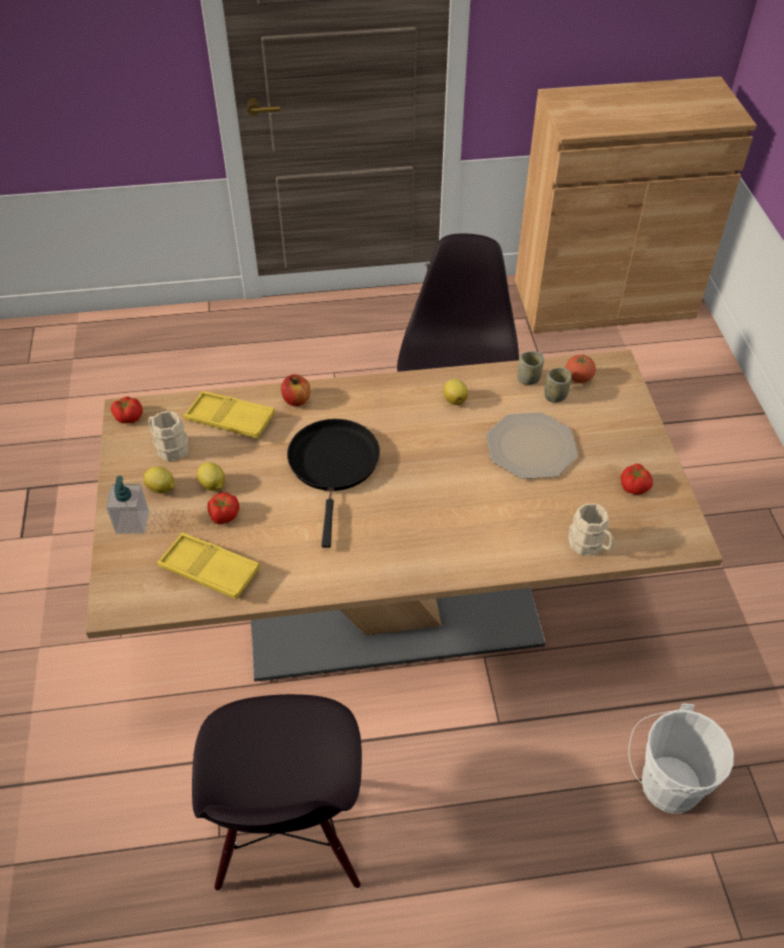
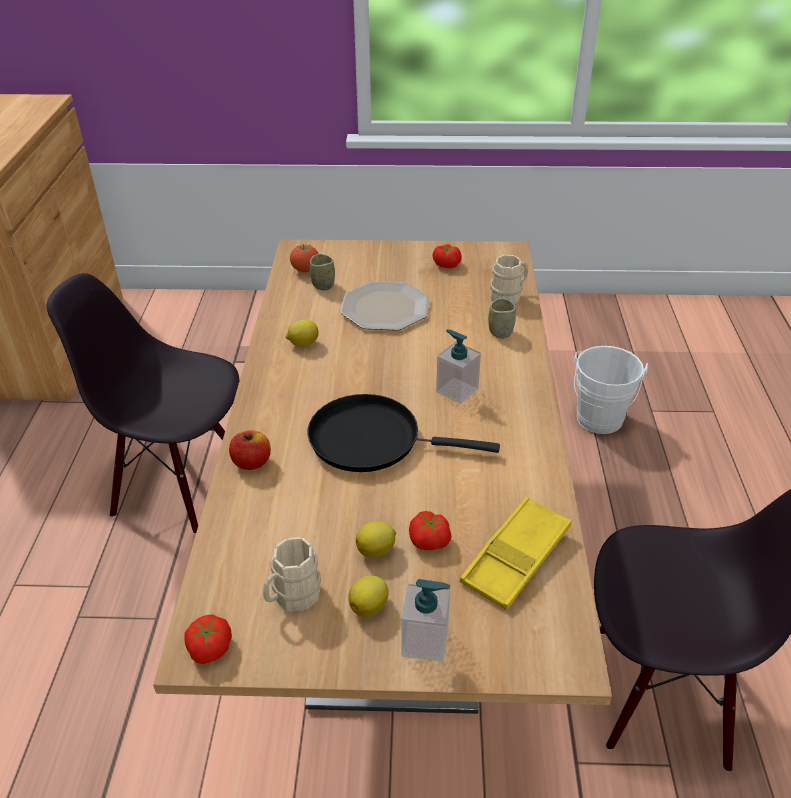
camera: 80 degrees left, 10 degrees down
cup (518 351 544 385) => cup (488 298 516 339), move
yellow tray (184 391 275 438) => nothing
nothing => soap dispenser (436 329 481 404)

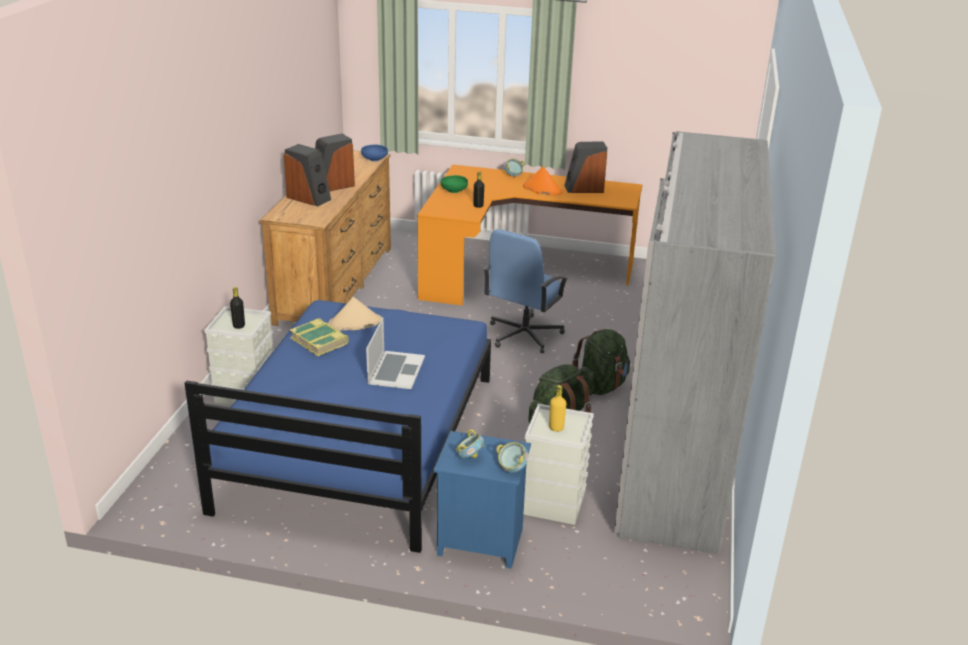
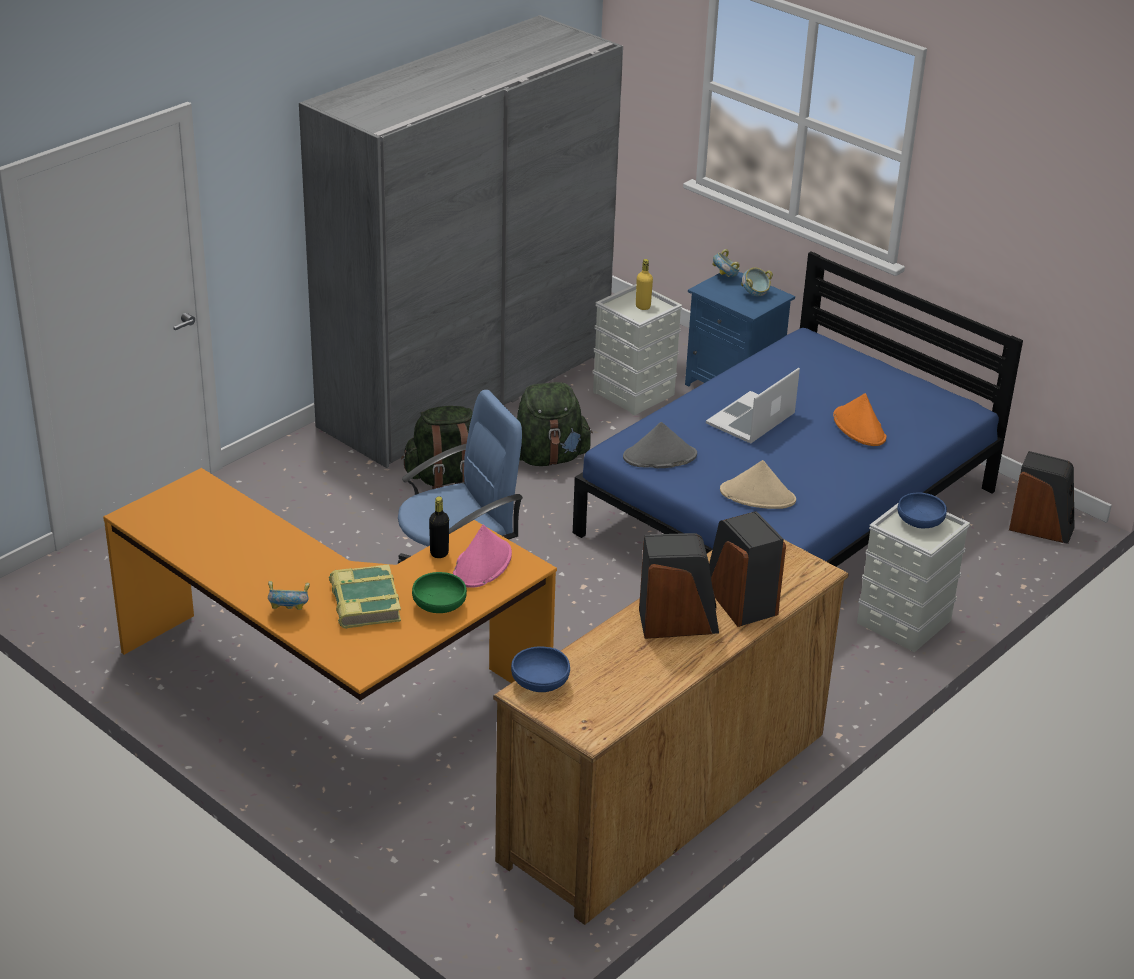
camera: 150 degrees left, 5 degrees up
speaker (564 141 607 193) => speaker (1009 451 1074 544), move
orange hat (523 166 563 195) => orange hat (833 393 886 446), move
black bottle (230 287 245 329) => blue bowl (897 493 947 528)
book (290 318 349 356) => book (329 564 401 629), move
nothing => grey hat (623 422 697 468)
nothing => pink hat (453 525 512 588)

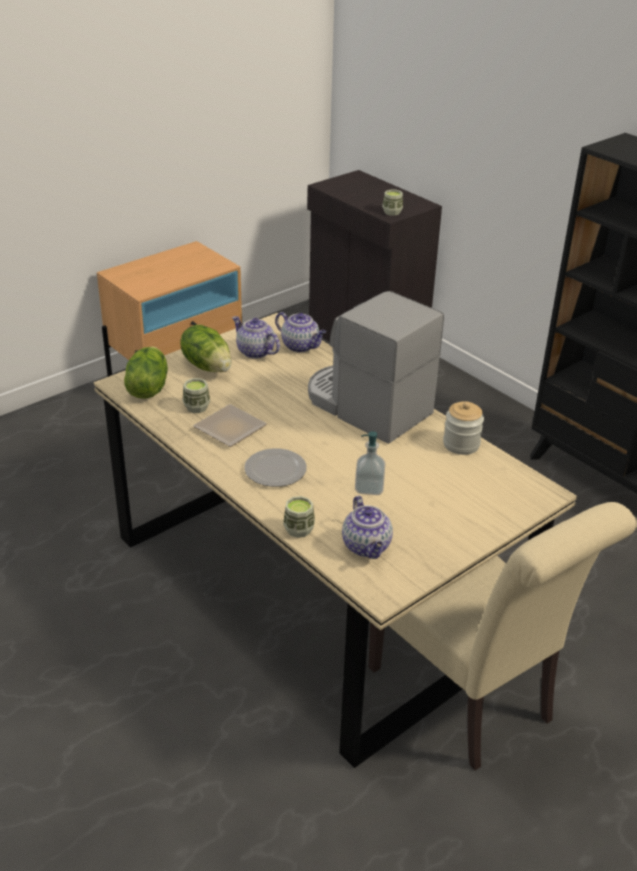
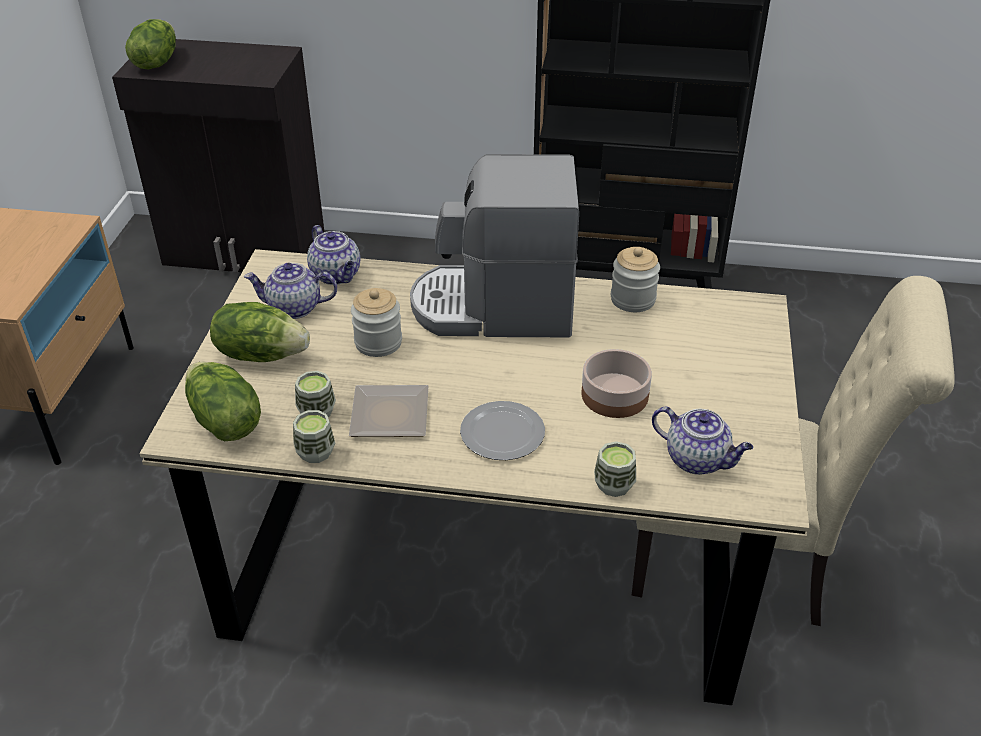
camera: 40 degrees left, 5 degrees up
cup (382 189 403 216) => cup (293 410 335 463), move
teapot (275 312 326 352) => teapot (307 225 360 285), 60 degrees clockwise
soap dispenser (355 431 385 495) => bowl (582 349 652 418)
nothing => lettuce (125 19 176 70)
nothing => jar (351 288 402 357)

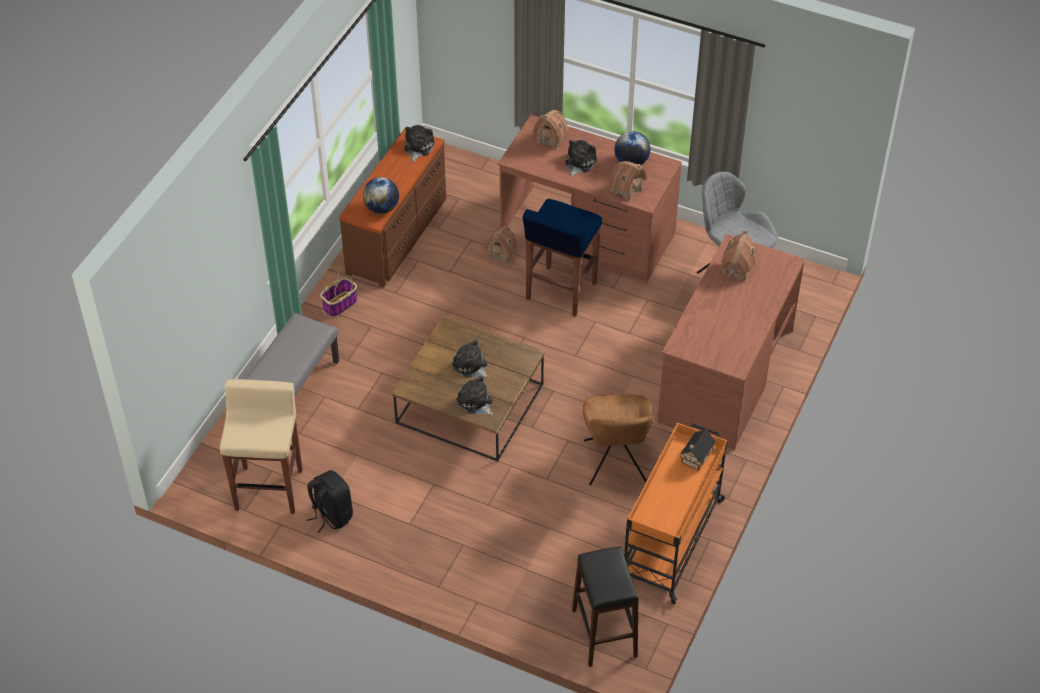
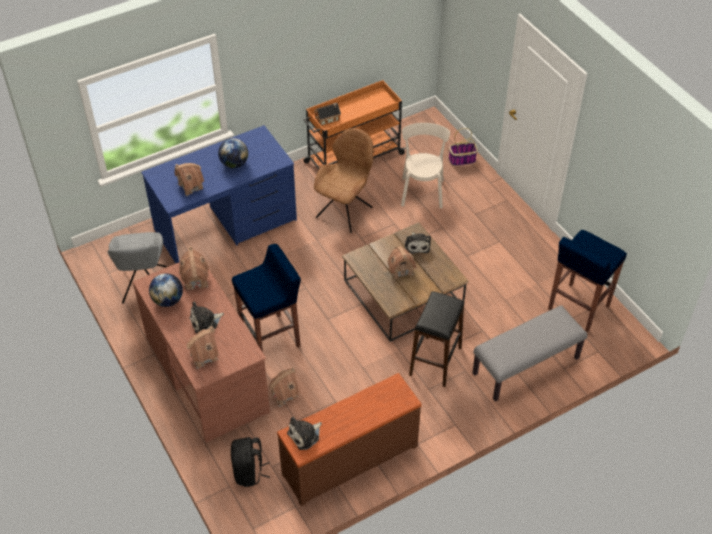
camera: 145 degrees left, 0 degrees up
globe (363 177 399 214) => globe (218 138 248 168), move
brown desk (657 234 805 450) => blue desk (141 125 297 263)
basket (320 265 358 317) => basket (449 128 478 166), move
plush toy (452 340 489 378) => toy house (388 246 417 280)
beige stool (220 379 303 514) => blue stool (548 230 627 332)
black backpack (307 470 353 533) => black backpack (231 437 270 487), move
black stool (572 546 639 667) => black stool (409 291 464 387), move
nothing => beige chair (401 123 450 208)

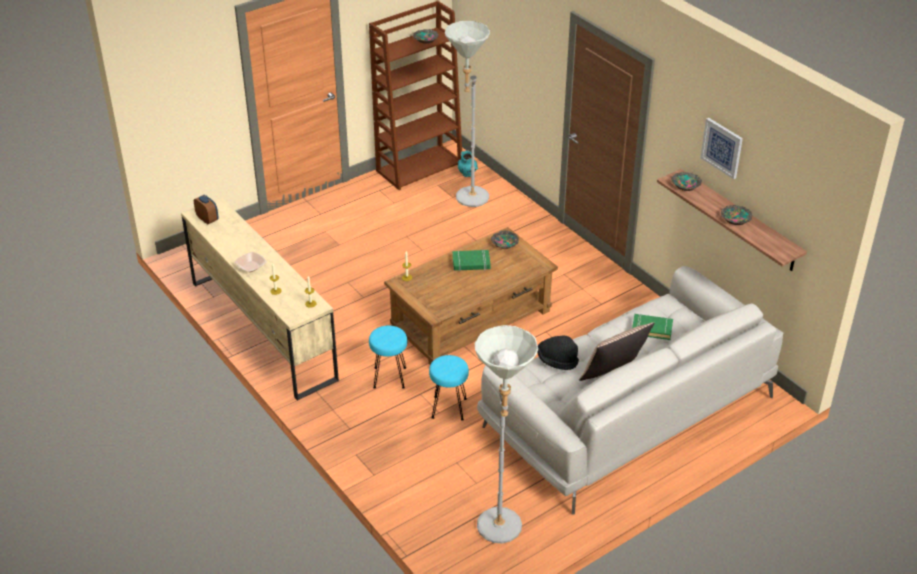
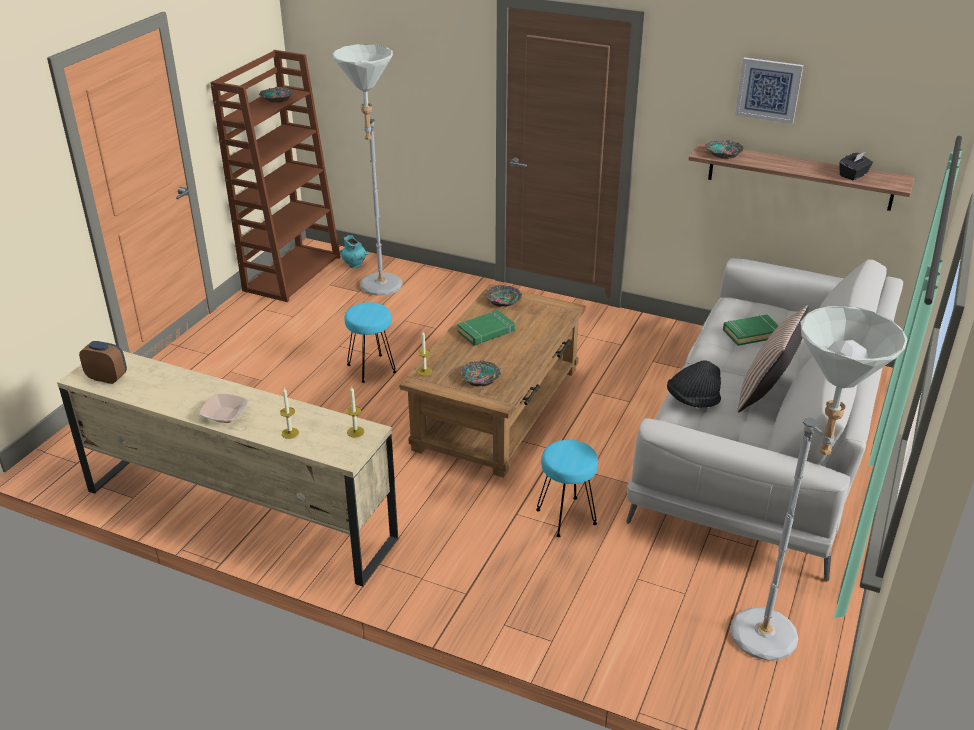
camera: 30 degrees left, 5 degrees down
bowl (721 205 753 225) => bowl (460 360 501 386), move
turquoise stool (369 325 407 389) => turquoise stool (344 302 396 383), move
nothing => black tissue box (839 152 873 180)

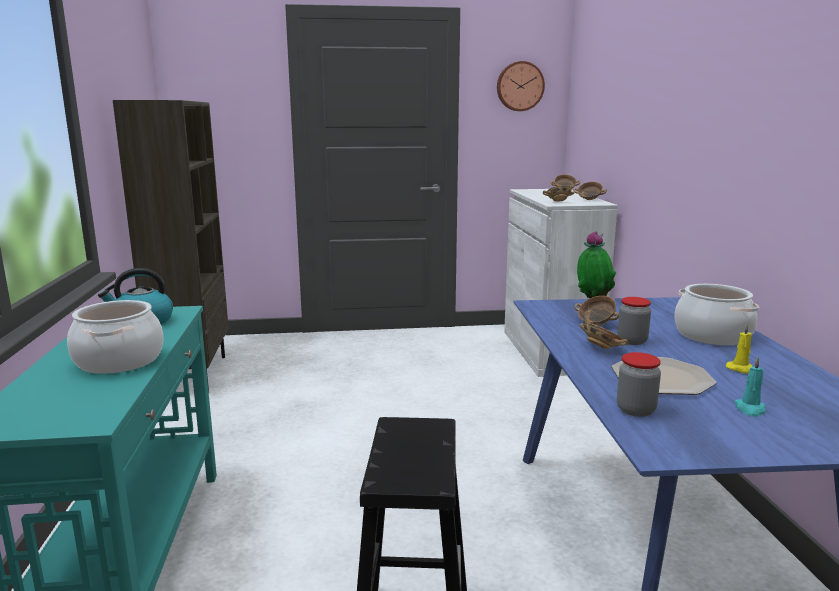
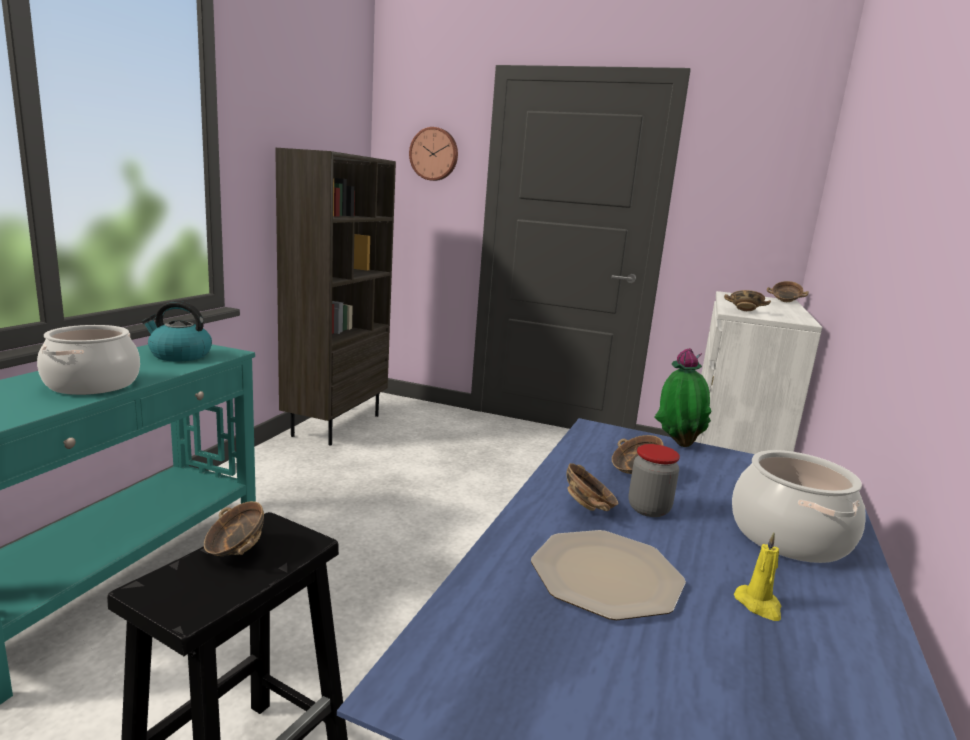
camera: 25 degrees right, 0 degrees up
wall clock (497 61 545 111) => wall clock (409 127 458 181), move
bowl (573 182 607 200) => bowl (204 501 264 556), move
jar (617 352 661 417) => nothing
turquoise candle (734 357 766 417) => nothing

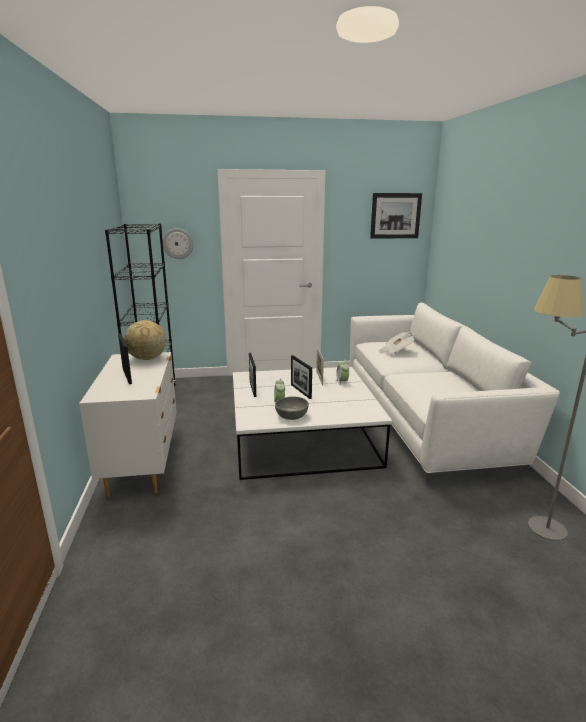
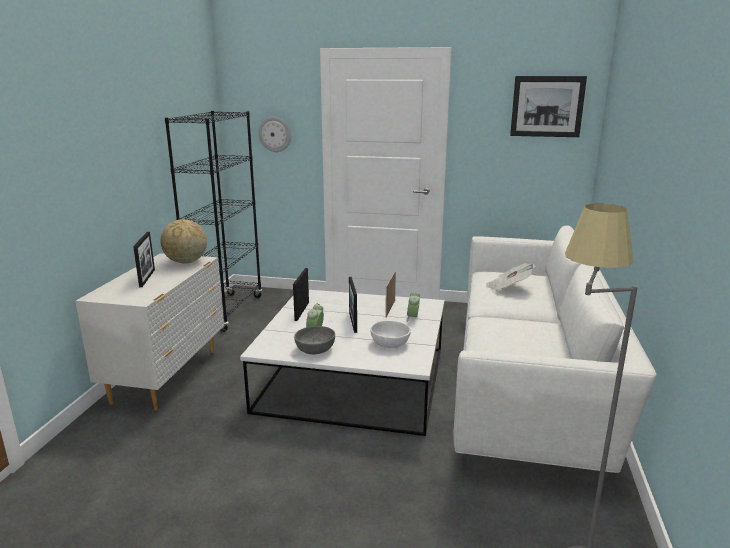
camera: 20 degrees right, 0 degrees up
nothing => white bowl (370 321 411 348)

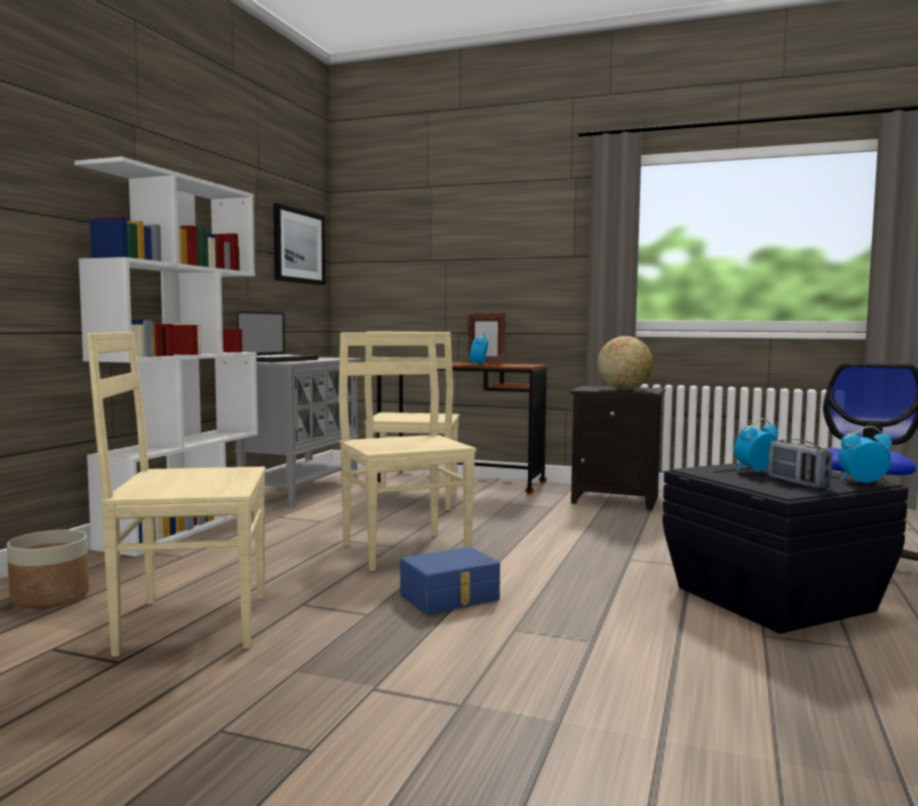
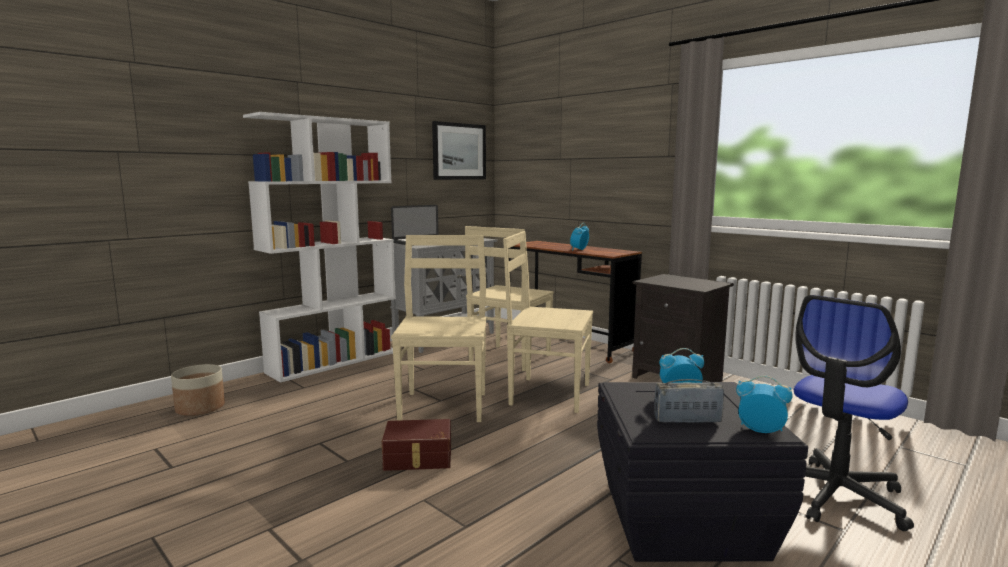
camera: 25 degrees right, 5 degrees up
picture frame (467 312 506 365) => nothing
beige chair (86 332 266 656) => beige chair (503 231 593 413), move
globe (598 336 653 390) => nothing
radio (768 439 832 488) => radio (655 379 724 423), 90 degrees clockwise
blue storage box (400 547 500 615) => brown storage box (382 419 451 471)

